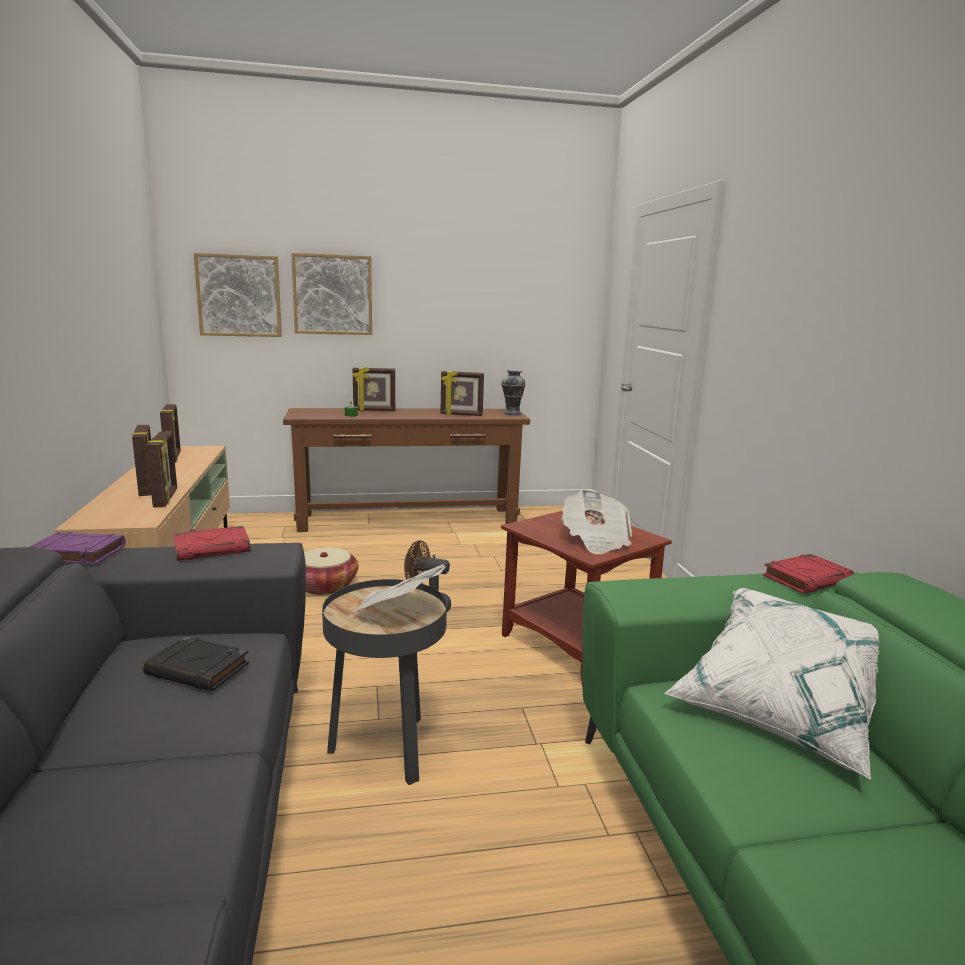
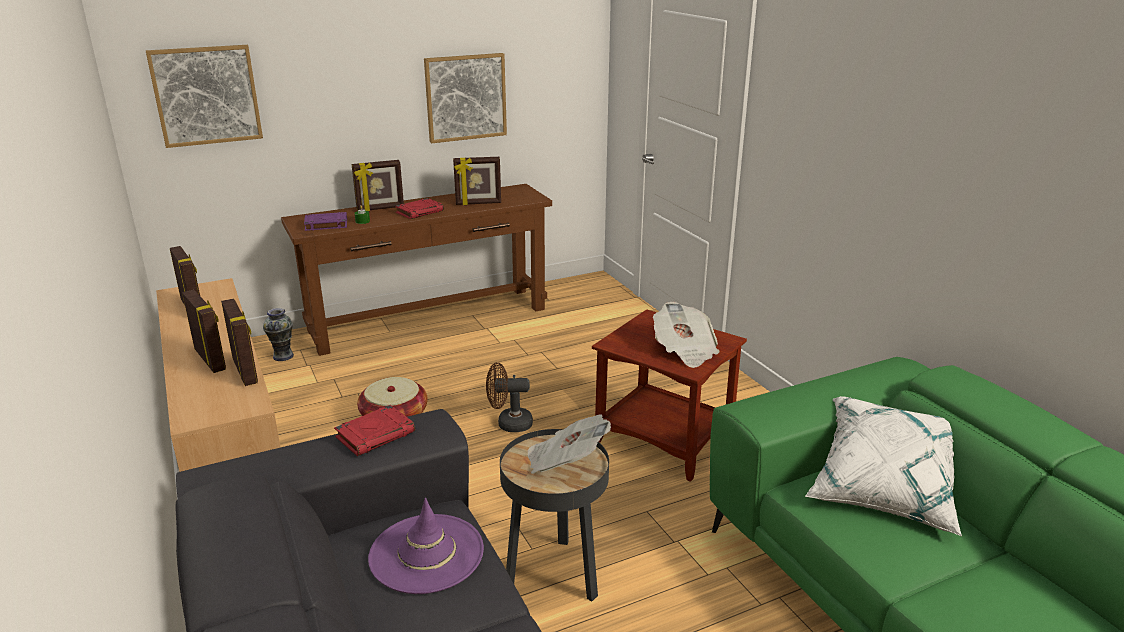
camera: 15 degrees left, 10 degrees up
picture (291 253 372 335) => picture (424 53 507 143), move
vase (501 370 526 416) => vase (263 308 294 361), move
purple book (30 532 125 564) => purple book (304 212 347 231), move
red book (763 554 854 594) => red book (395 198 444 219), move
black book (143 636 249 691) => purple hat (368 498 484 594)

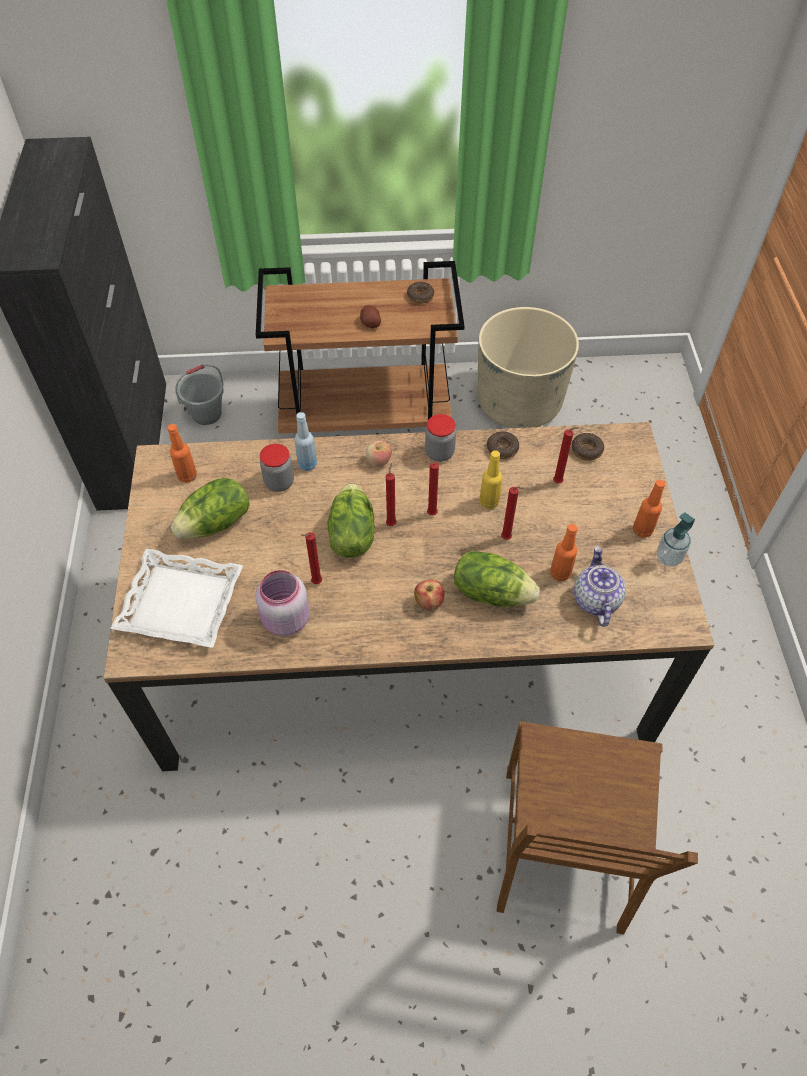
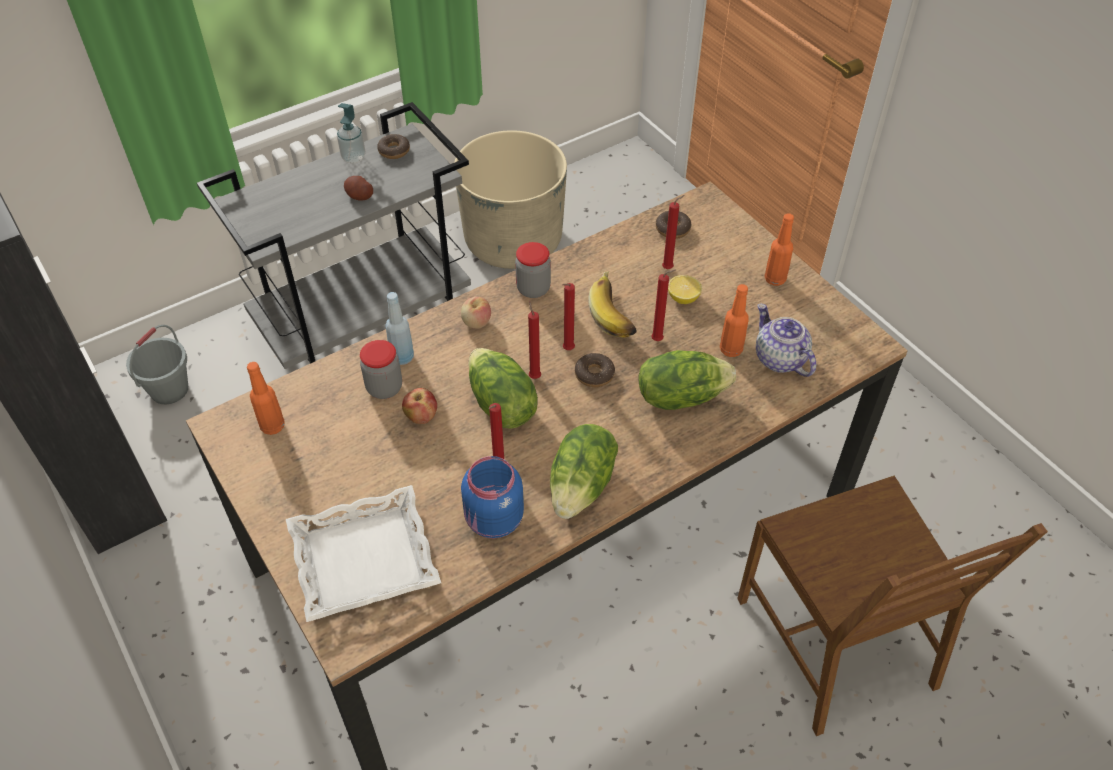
camera: 30 degrees left, 5 degrees down
brown cart (256 261 465 434) => grey cart (197 102 471 369)
donut (487 431 519 459) => donut (575 353 615 387), move
yellow bottle (479 450 502 509) => banana (588 271 637 338)
lettuce (171 478 250 539) => lettuce (550 424 618 519), move
soap dispenser (657 512 695 567) => soap dispenser (337 103 366 163), move
pink jar (256 570 310 636) => blue jar (461 456 524 539)
apple (414 580 445 610) => apple (402 388 437 424), move
nothing => lemon (668 275 702 304)

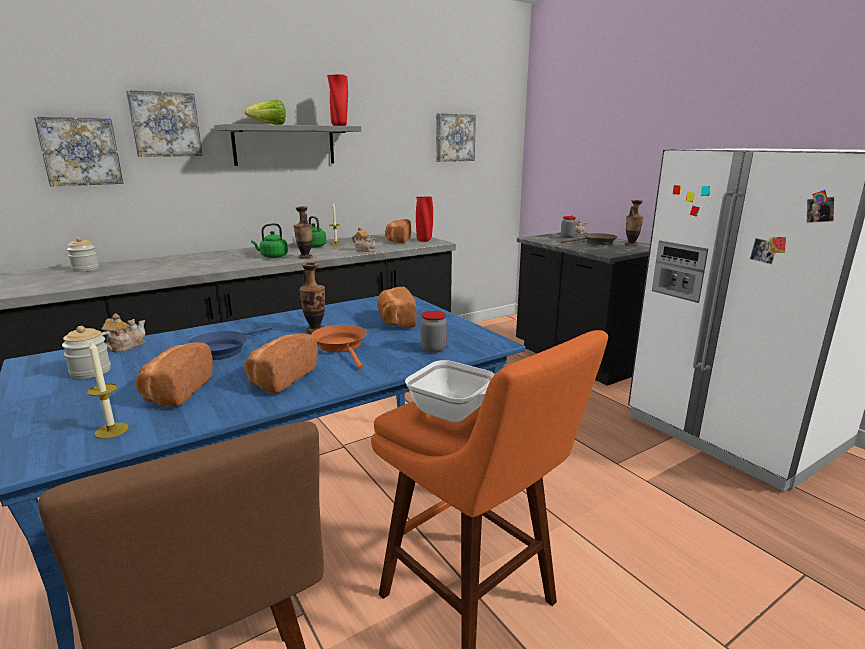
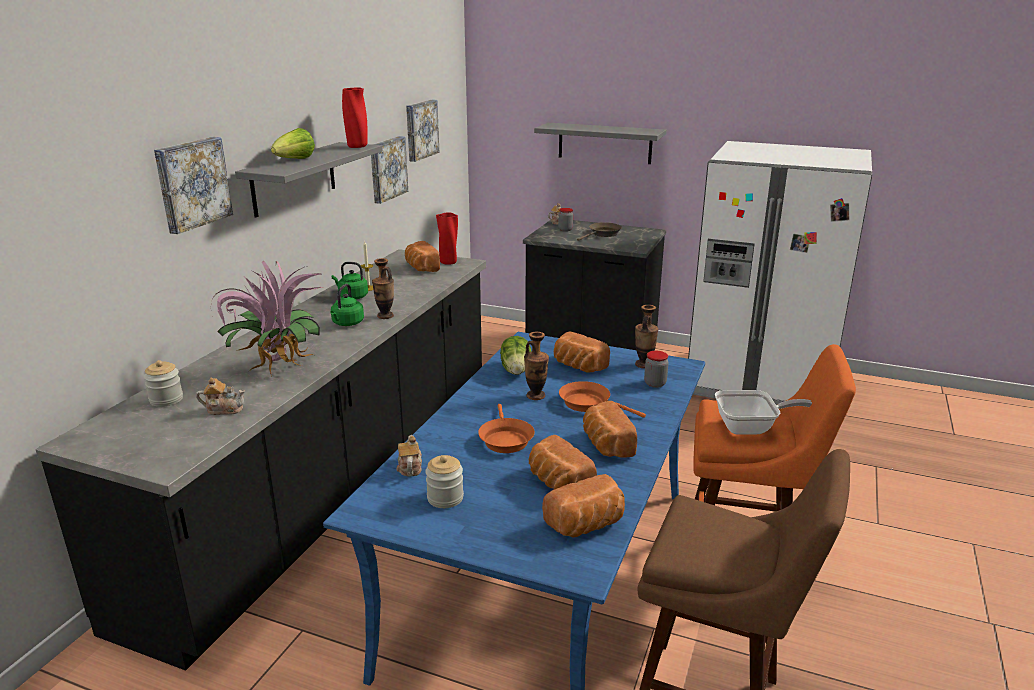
camera: 35 degrees left, 5 degrees up
picture (34 117 123 187) => picture (371 136 408 204), move
vase (625 200 644 246) => vase (635 305 658 369), move
teapot (352 227 376 252) => teapot (196 377 245 415), move
blue frying pan (187 326 272 360) => orange frying pan (478 404 535 453)
candle (87 340 129 439) => bread (542 474 625 538)
nothing => grey shelf (534 123 666 164)
nothing => potted plant (210 260 323 377)
nothing => lettuce (500 336 532 375)

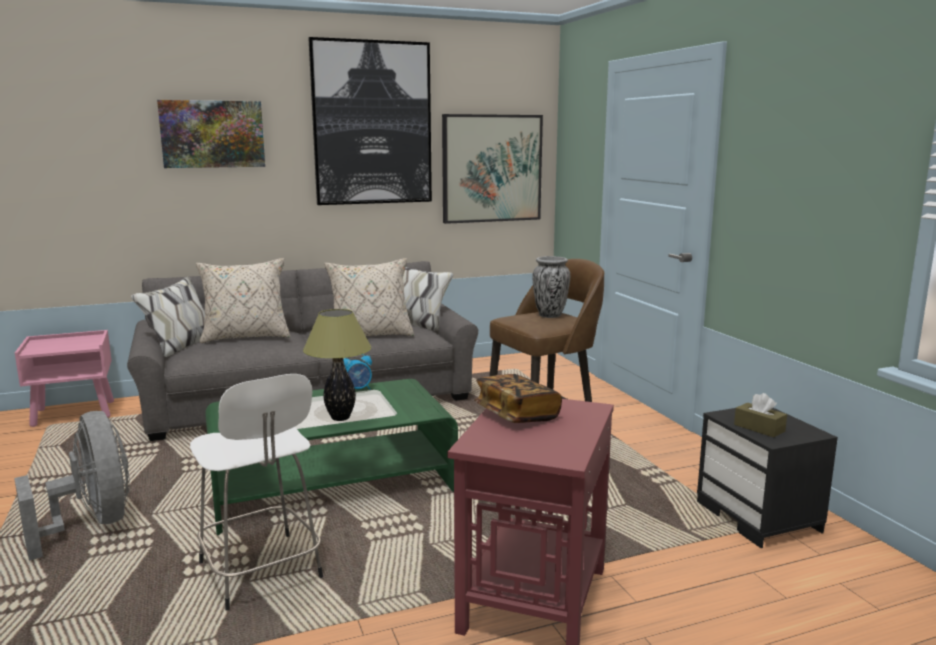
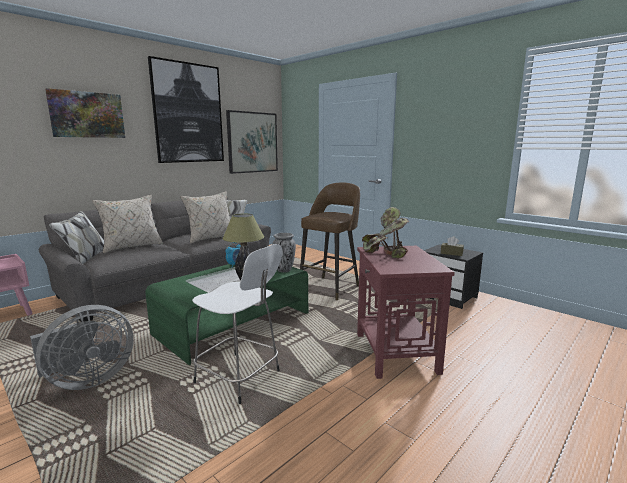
camera: 25 degrees left, 0 degrees up
vase (533 256 570 318) => vase (272 233 296 272), move
book (474 374 562 423) => potted plant (362 207 409 259)
grey fan (14 411 129 561) => grey fan (30 305 134 390), 105 degrees clockwise

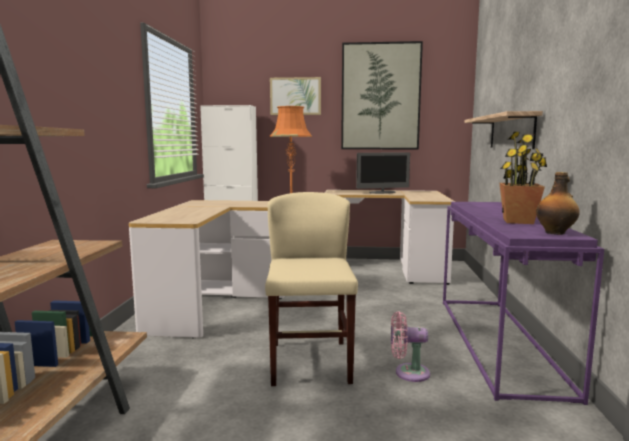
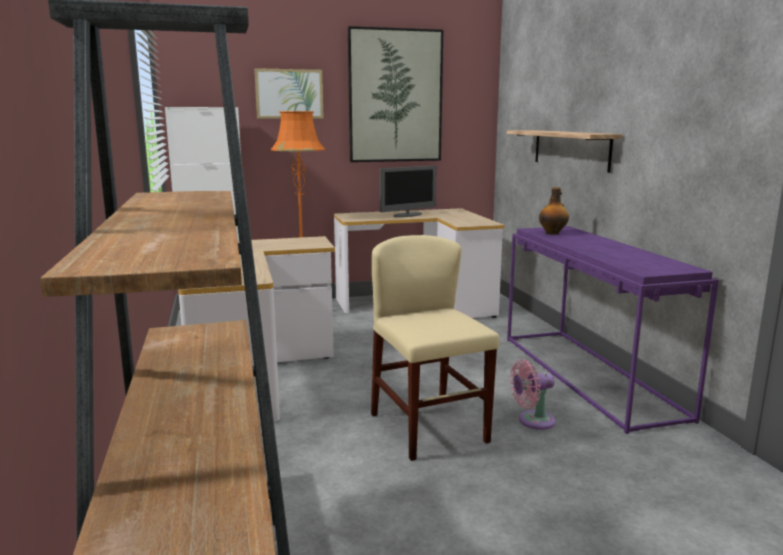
camera: 20 degrees left, 5 degrees up
potted plant (500 132 547 224) => nothing
bottle (536 172 580 235) => bottle (539 187 569 235), move

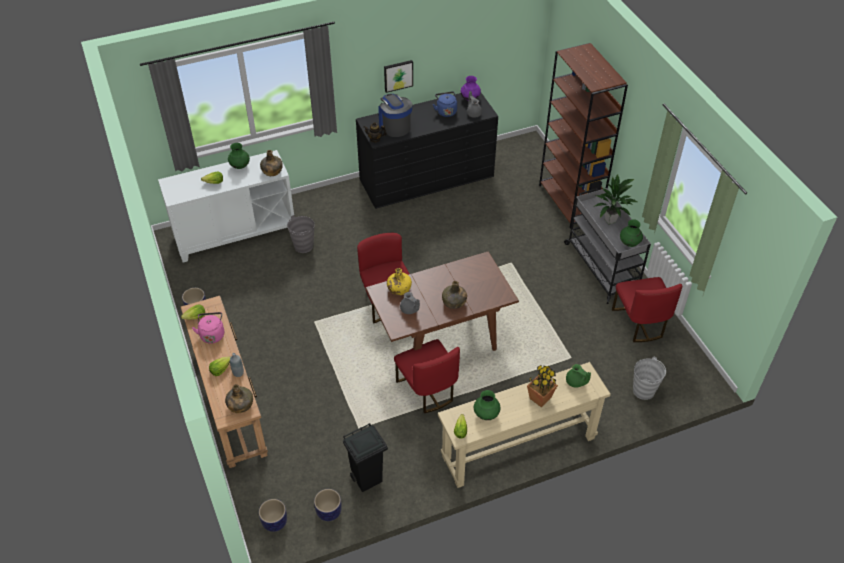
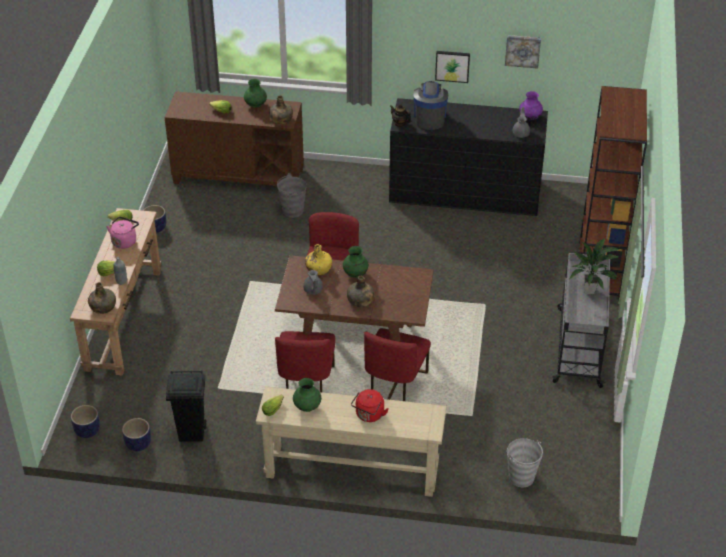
camera: 30 degrees right, 5 degrees down
blue kettle (433 92 457 117) => nothing
white cabinet (158 150 294 263) => brown cabinet (165 91 304 186)
green vase (620 219 643 247) => green vase (343 246 369 278), move
red chair (612 277 682 342) => red chair (364 328 431 401), move
green teapot (566 364 591 388) => nothing
potted plant (527 365 558 407) => red kettle (351 389 388 422)
nothing => picture (505 35 541 69)

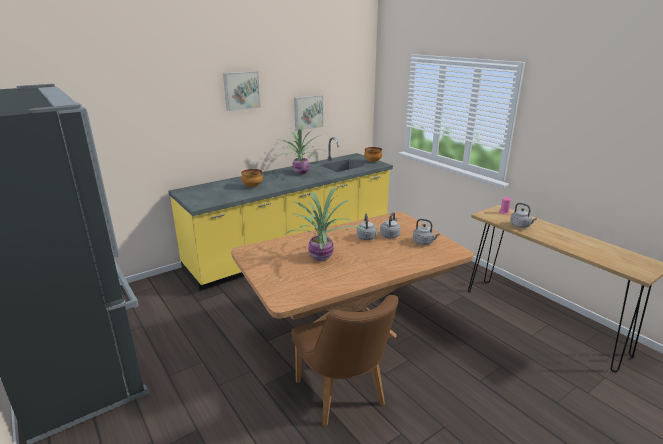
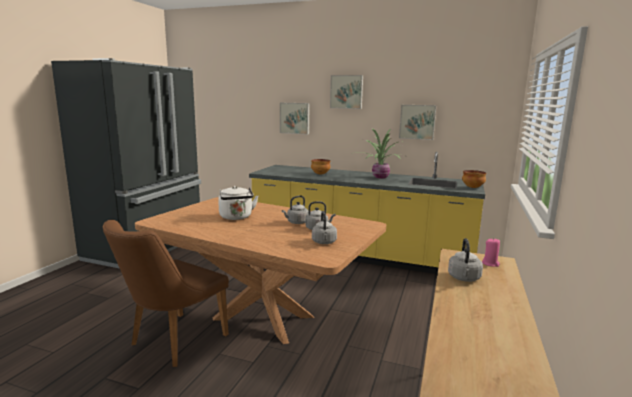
camera: 55 degrees right, 10 degrees down
potted plant (285 187 366 261) => white kettle (218 186 258 220)
nothing => picture (280 103 310 134)

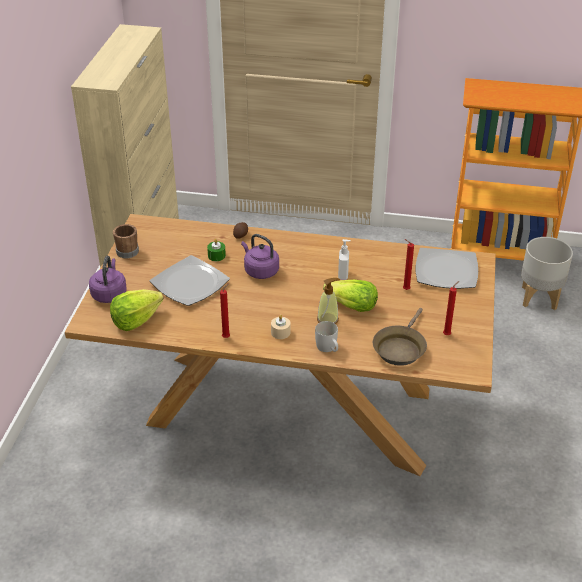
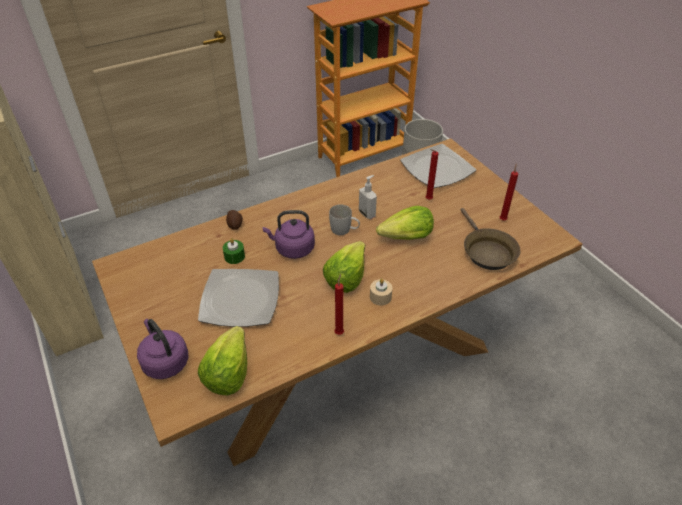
camera: 40 degrees left, 5 degrees up
brown mug (113 224 139 258) => nothing
soap dispenser (317 278 340 324) => nothing
white mug (315 321 338 352) => white mug (329 204 360 235), move
nothing => lettuce (323 241 365 293)

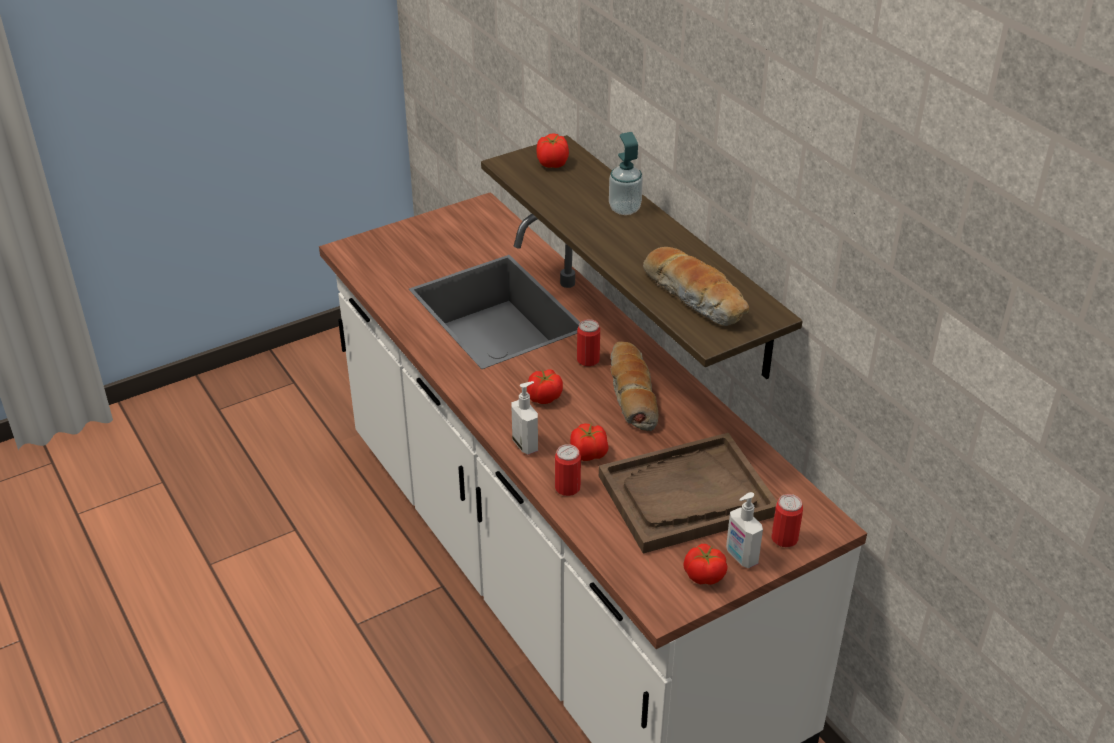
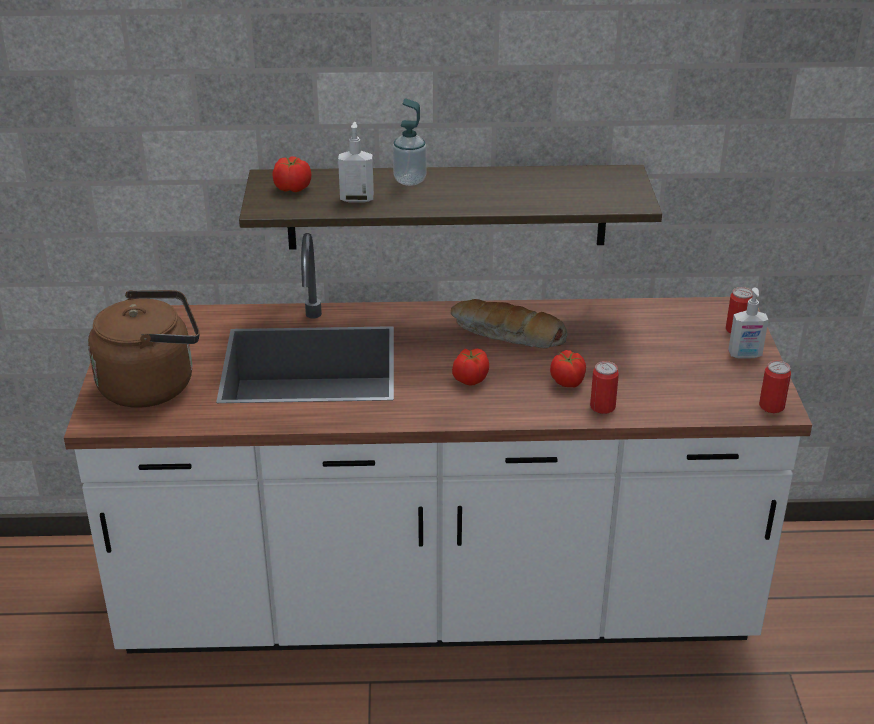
camera: 60 degrees left, 5 degrees down
bread (643 247 749 326) => nothing
can (577 319 600 366) => can (759 361 791 413), move
soap dispenser (512 381 538 455) => soap dispenser (338 122 374 203), move
brown tray (599 433 777 554) => nothing
tomato (683 544 728 585) => nothing
nothing => brown kettle (88 290 200 408)

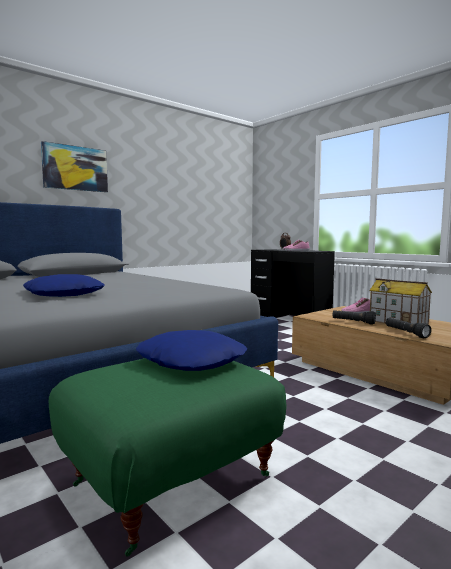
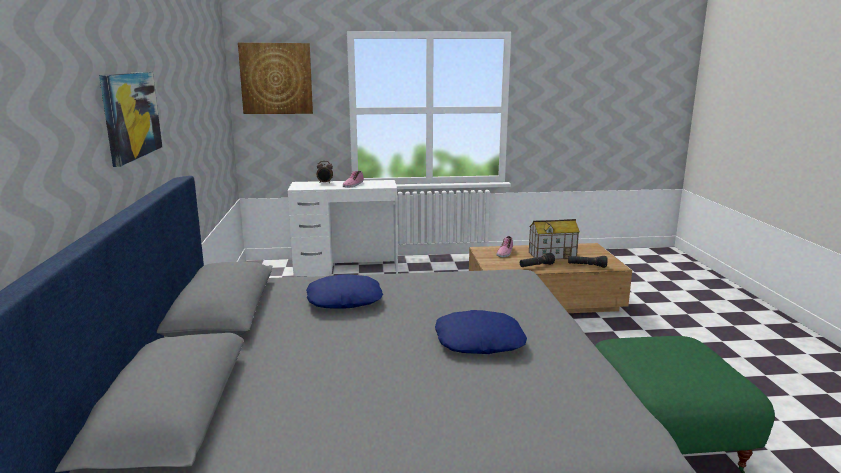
camera: 55 degrees left, 10 degrees up
black desk (251 249 335 318) => white desk (288 180 398 277)
blue pillow (136 330 247 371) => blue pillow (306 274 383 309), move
nothing => picture (238 43 313 114)

